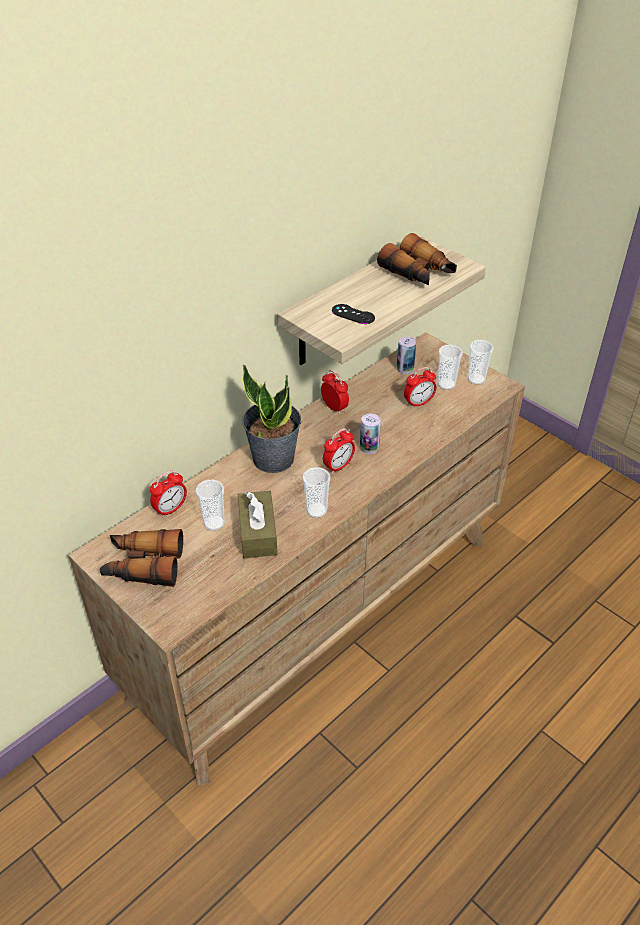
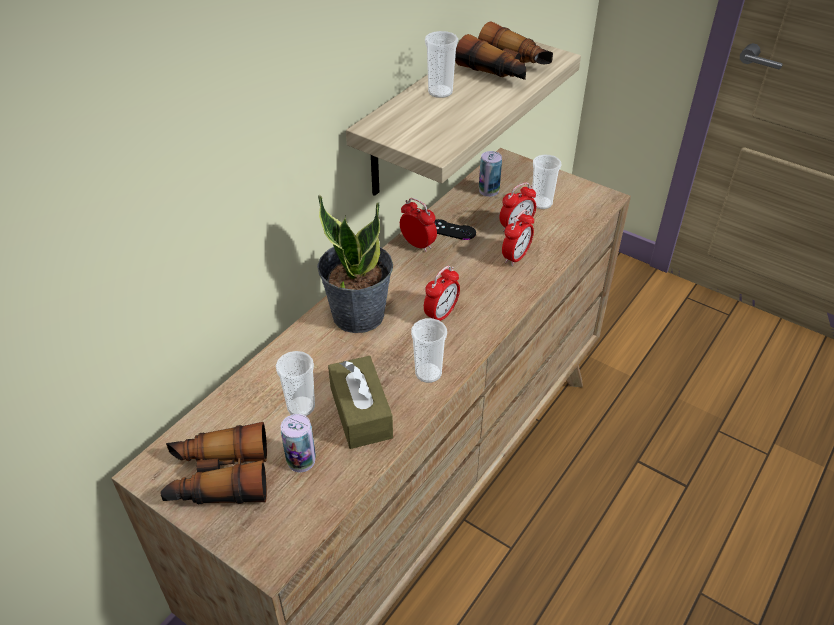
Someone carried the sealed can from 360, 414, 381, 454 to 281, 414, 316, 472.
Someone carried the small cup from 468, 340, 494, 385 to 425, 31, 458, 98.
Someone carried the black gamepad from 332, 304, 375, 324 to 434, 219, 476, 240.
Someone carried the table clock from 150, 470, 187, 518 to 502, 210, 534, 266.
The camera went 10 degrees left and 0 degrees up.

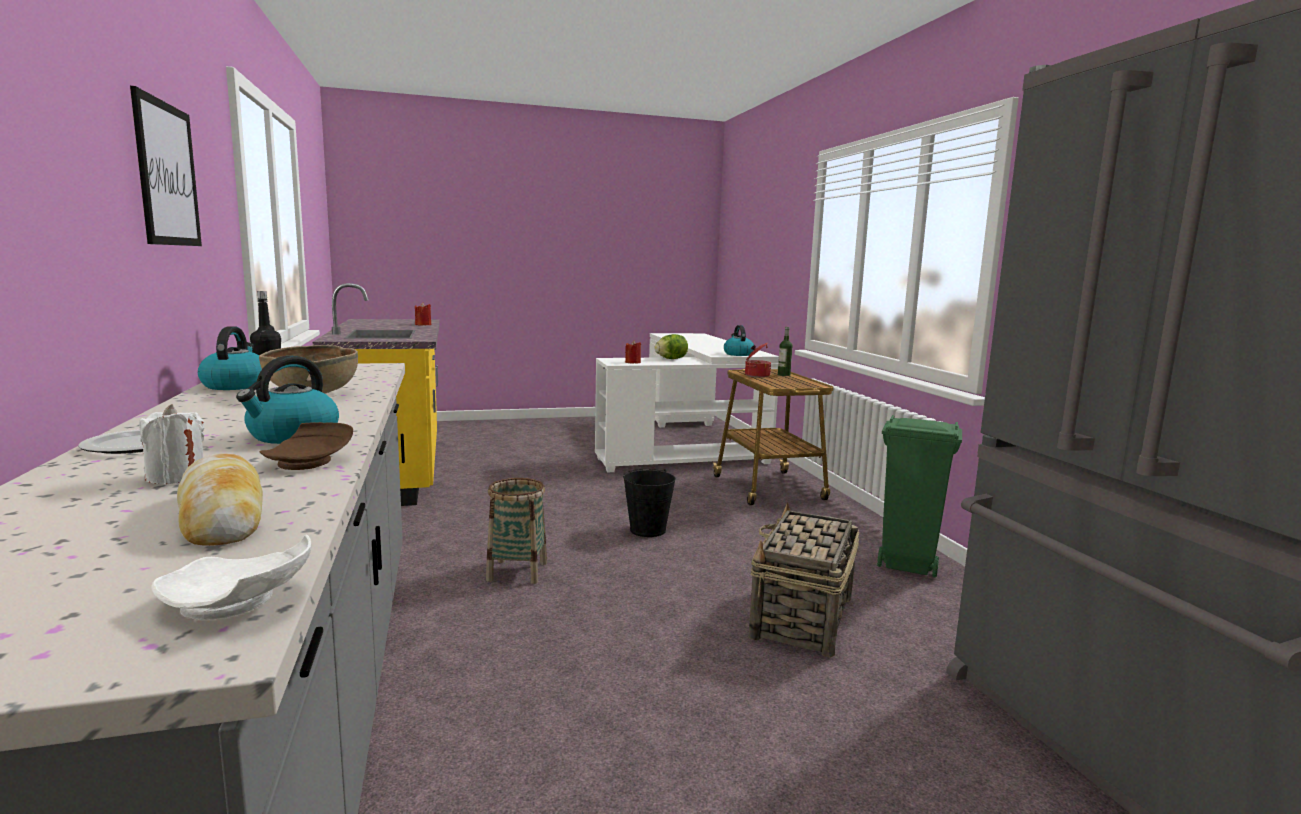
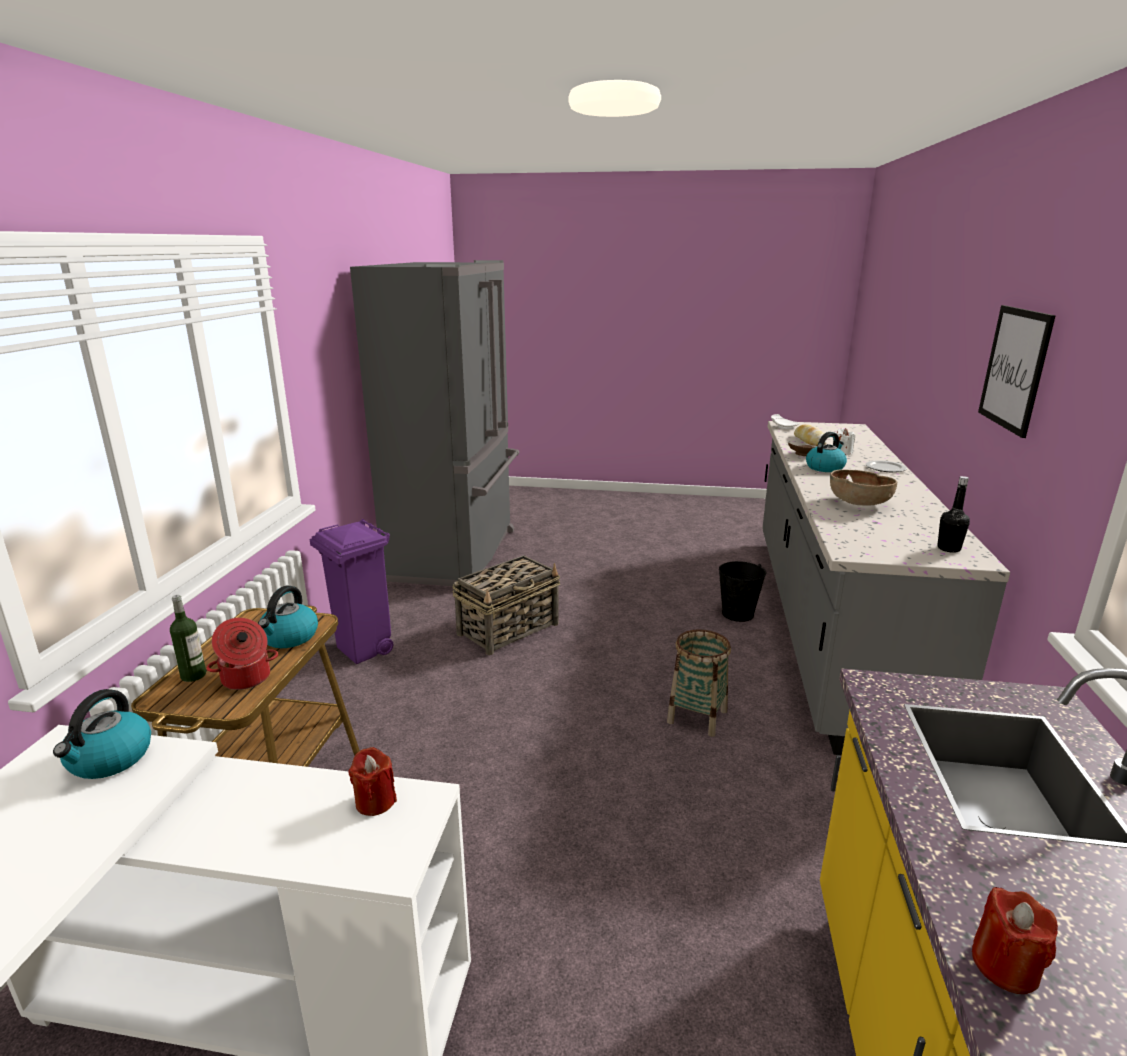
Someone carried the tea kettle from 198, 326, 262, 390 to 258, 586, 318, 648.
Someone repainted the greenish rubbish bin at 877, 415, 962, 578, which became the purple-coloured rubbish bin at 309, 519, 393, 664.
Someone carried the black water bucket from 623, 469, 676, 537 to 719, 561, 766, 622.
Someone took away the lettuce at 654, 334, 688, 359.
The camera went 155 degrees left and 10 degrees up.

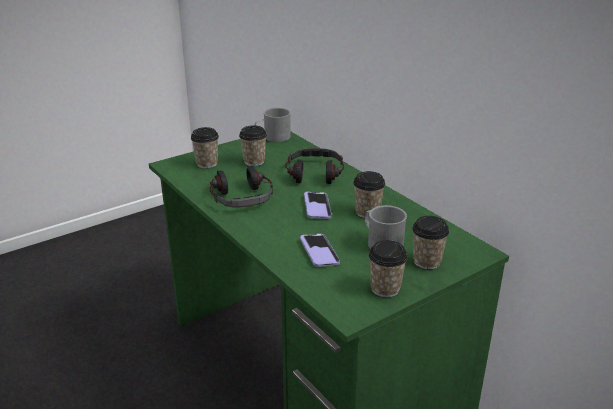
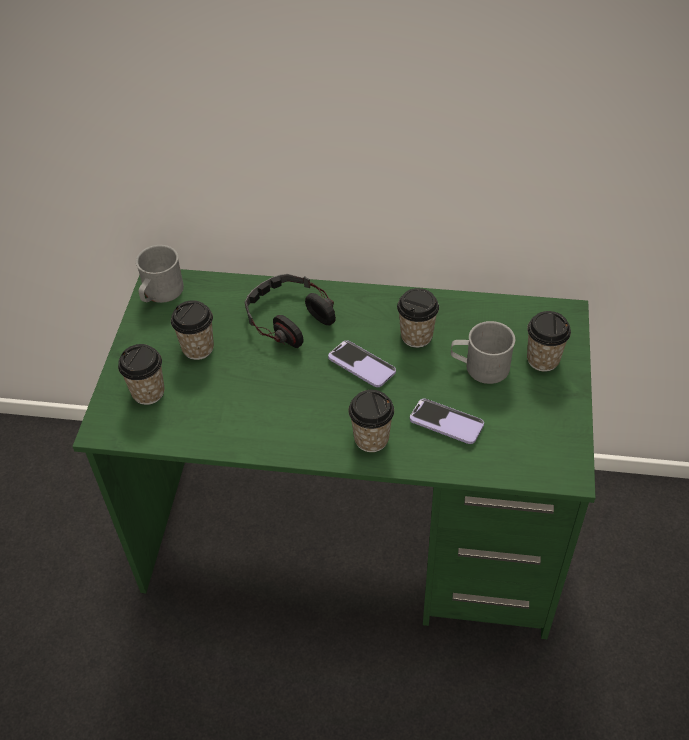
Someone carried the small cup from 369, 240, 408, 297 to 348, 390, 394, 452.
Someone took away the headset at 210, 166, 273, 208.
The camera went 45 degrees left and 20 degrees up.

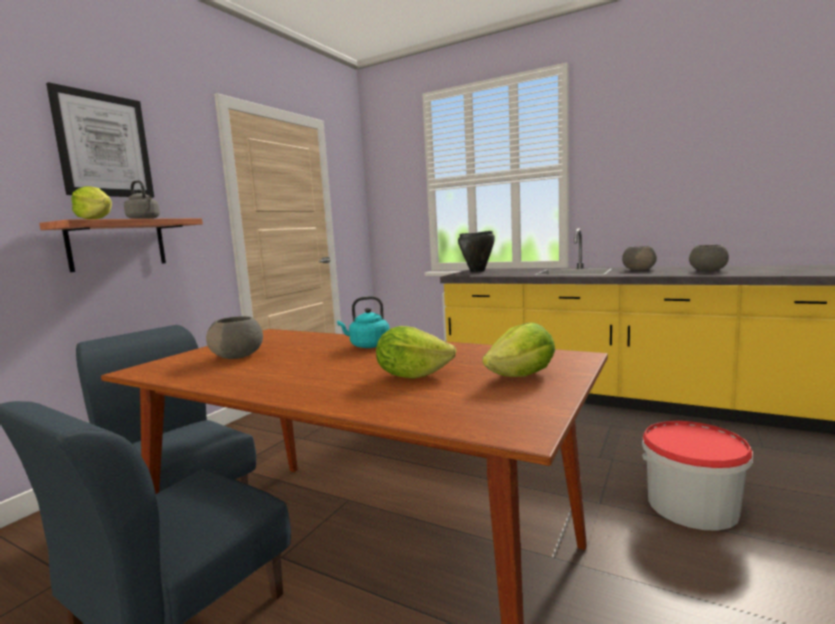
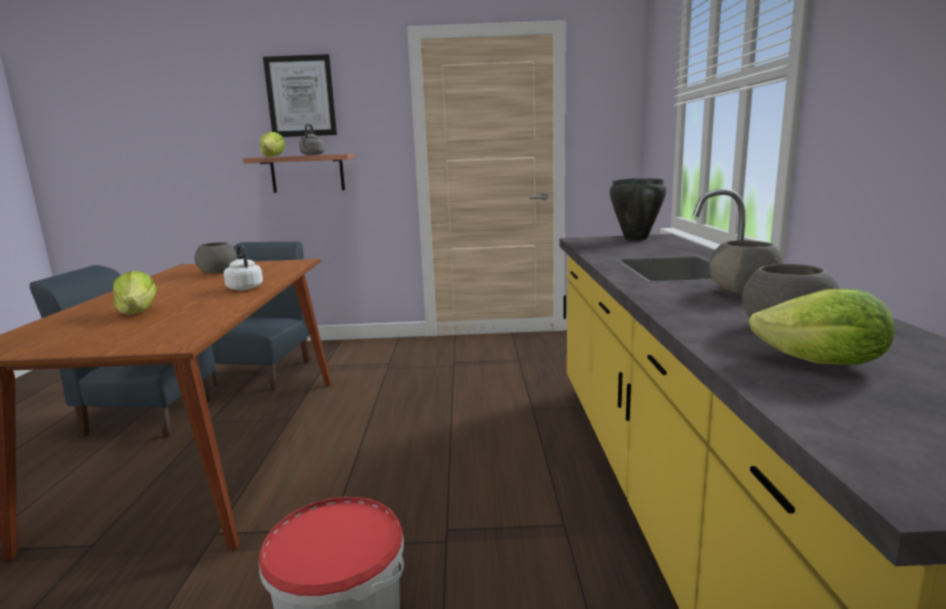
Someone repainted the turquoise-coloured tea kettle at 337, 296, 389, 348, which became the white tea kettle at 224, 244, 263, 290.
Someone carried the lettuce from 482, 323, 555, 377 to 749, 289, 895, 365.
The camera went 60 degrees right and 5 degrees up.

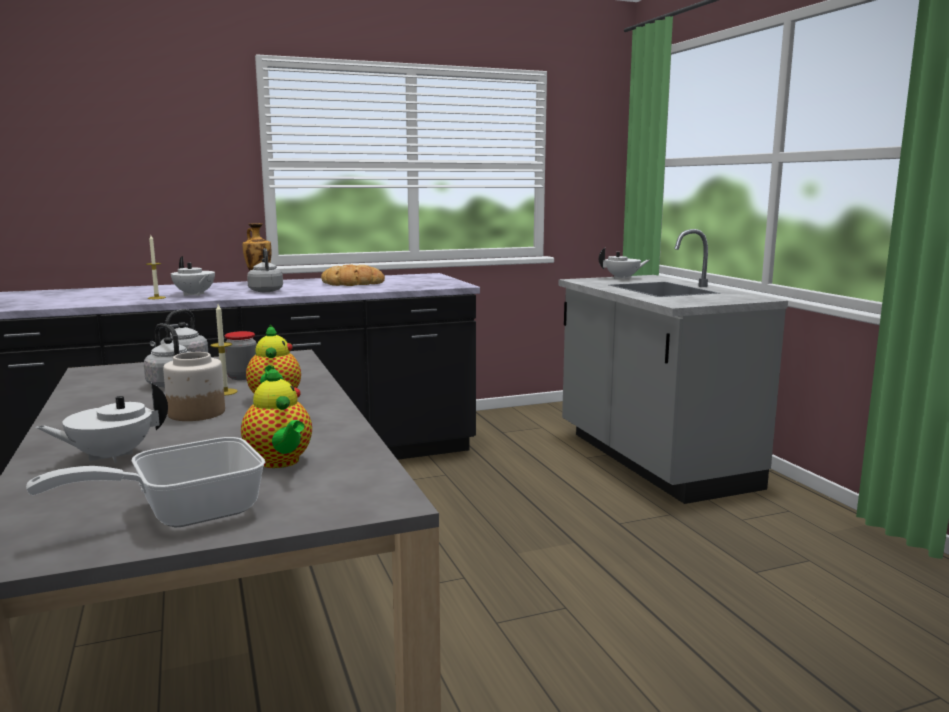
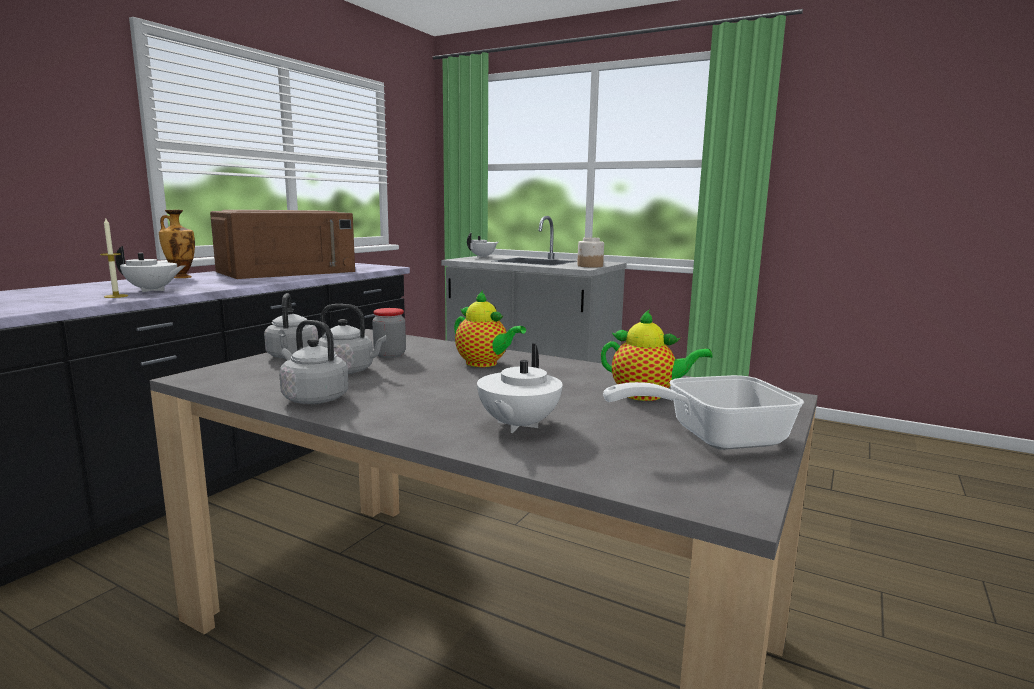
Someone swapped the baked bread at 321, 265, 385, 286 for the brown-coloured microwave at 210, 210, 355, 279.
Someone carried the greyish tea kettle from 247, 248, 283, 292 to 279, 320, 348, 404.
Someone carried the jar from 163, 352, 225, 421 to 577, 237, 604, 267.
Someone rotated the skillet at 26, 437, 265, 528 by 60 degrees clockwise.
Someone took away the candle at 210, 304, 238, 396.
The camera went 40 degrees left and 0 degrees up.

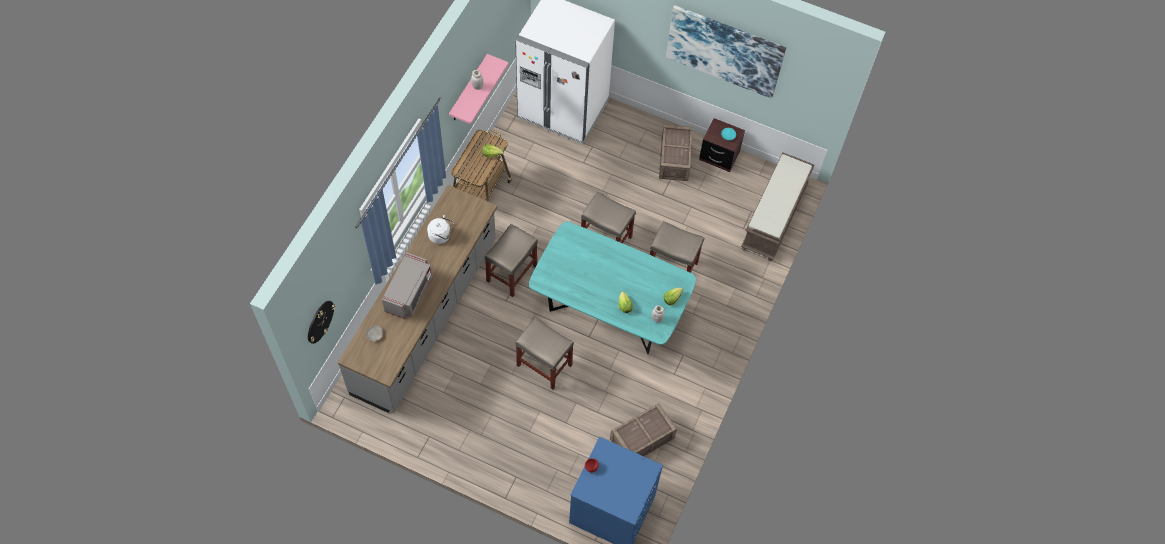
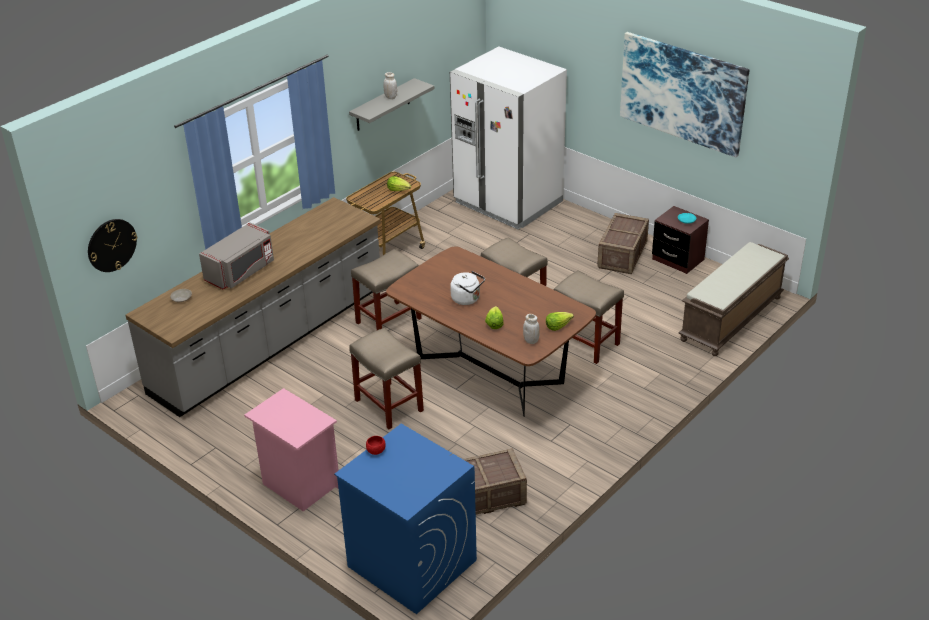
Someone put down the pinkish nightstand at 244, 388, 339, 511.
Someone repainted the pinkish shelf at 449, 54, 509, 124, which became the greyish shelf at 349, 78, 434, 131.
Someone repainted the turquoise-coloured dinner table at 529, 222, 696, 354, which became the brown-coloured dinner table at 386, 246, 596, 417.
Someone carried the white tea kettle from 427, 215, 454, 244 to 450, 271, 485, 305.
The camera went 20 degrees right and 25 degrees down.

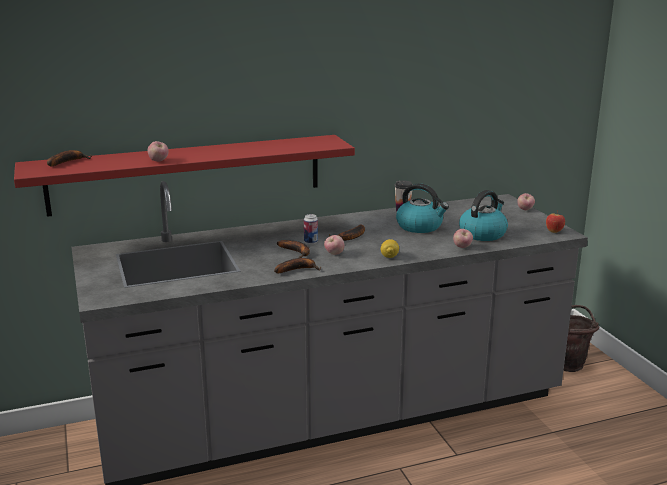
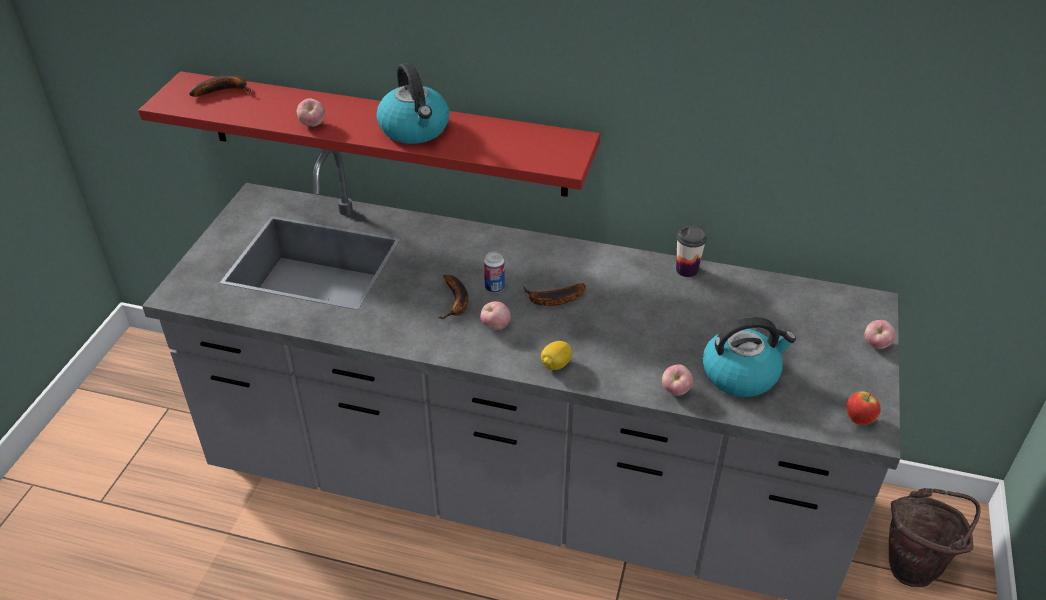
Someone carried the tea kettle from 396, 183, 449, 233 to 376, 63, 449, 144.
Someone took away the banana at 274, 258, 321, 274.
The camera went 35 degrees right and 20 degrees up.

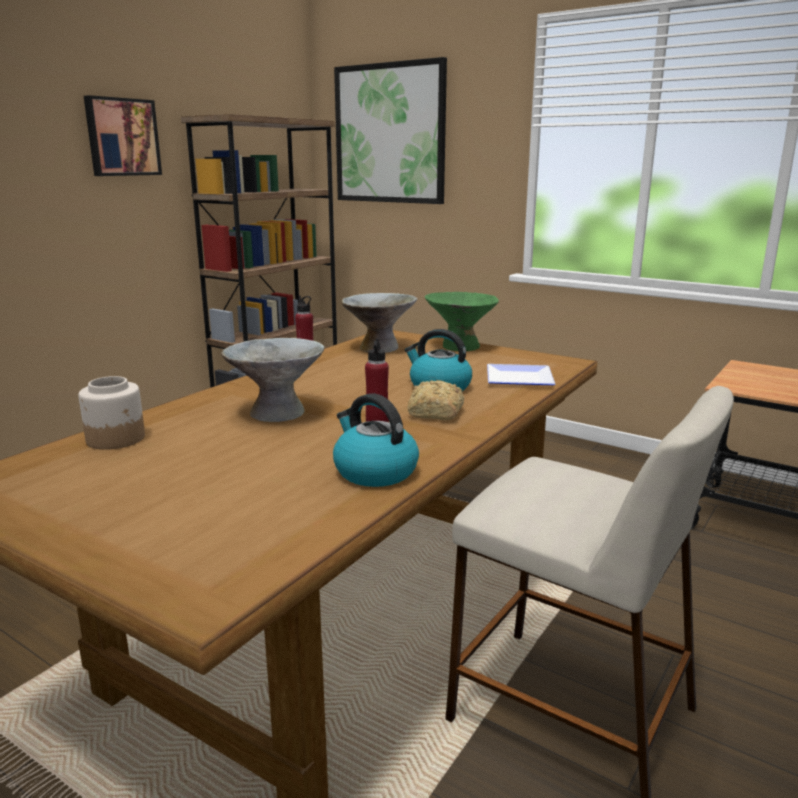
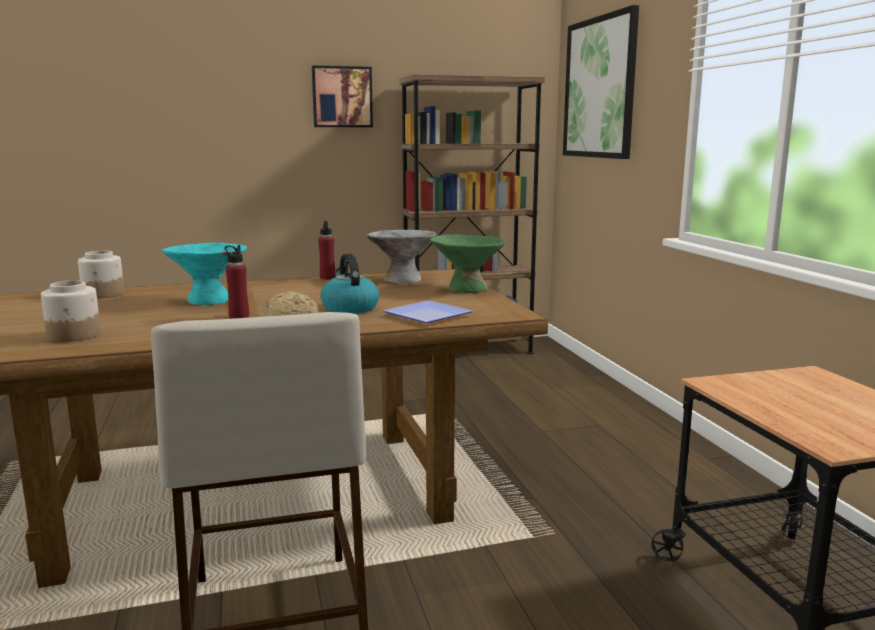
Someone put down the jar at 41, 280, 101, 342.
Someone repainted the greyish deep dish at 221, 338, 324, 422, which became the turquoise-coloured deep dish at 162, 243, 247, 305.
Someone took away the tea kettle at 333, 394, 419, 487.
The camera went 40 degrees right and 5 degrees down.

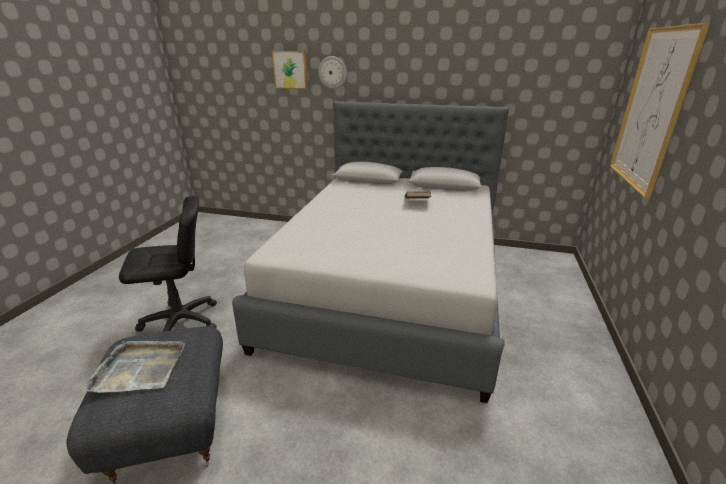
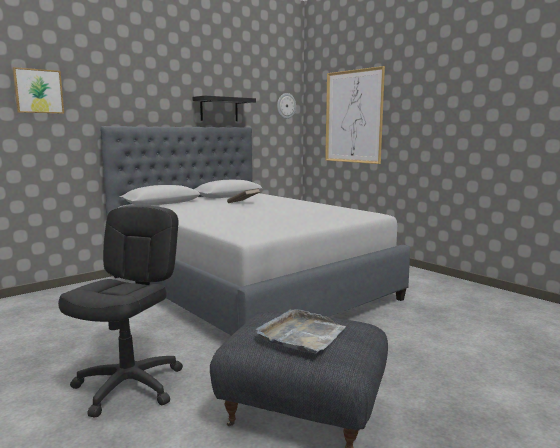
Someone put up the black shelf at 193, 95, 256, 121.
Someone carried the clock on the wall from 318, 56, 347, 89 to 277, 93, 296, 119.
The camera went 55 degrees left and 15 degrees down.

